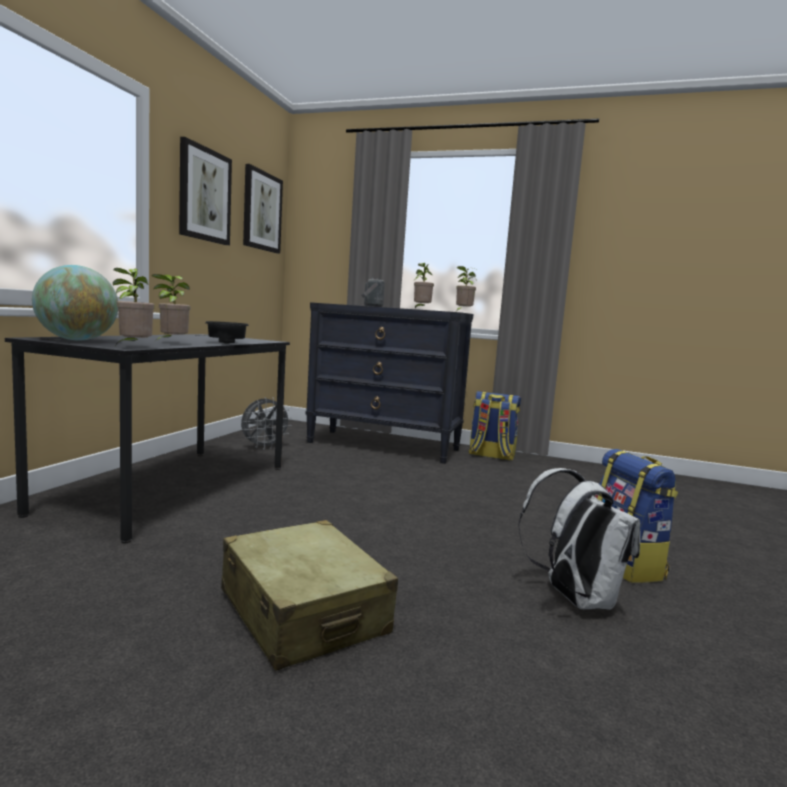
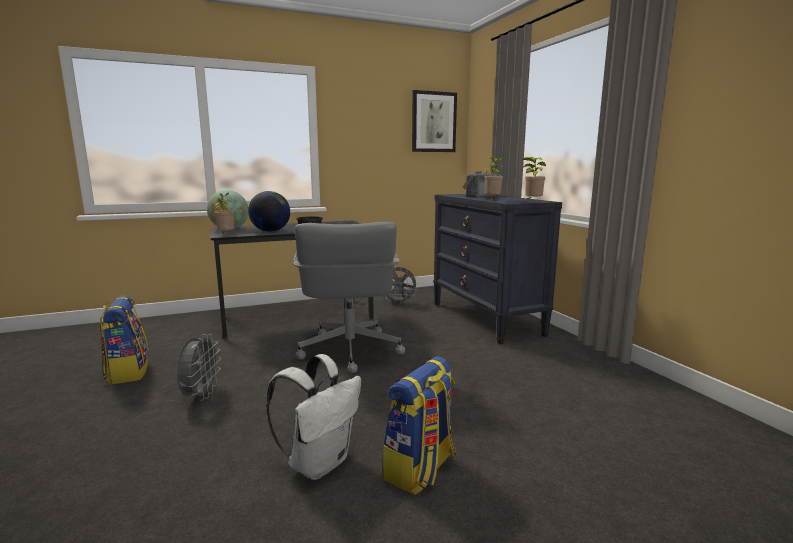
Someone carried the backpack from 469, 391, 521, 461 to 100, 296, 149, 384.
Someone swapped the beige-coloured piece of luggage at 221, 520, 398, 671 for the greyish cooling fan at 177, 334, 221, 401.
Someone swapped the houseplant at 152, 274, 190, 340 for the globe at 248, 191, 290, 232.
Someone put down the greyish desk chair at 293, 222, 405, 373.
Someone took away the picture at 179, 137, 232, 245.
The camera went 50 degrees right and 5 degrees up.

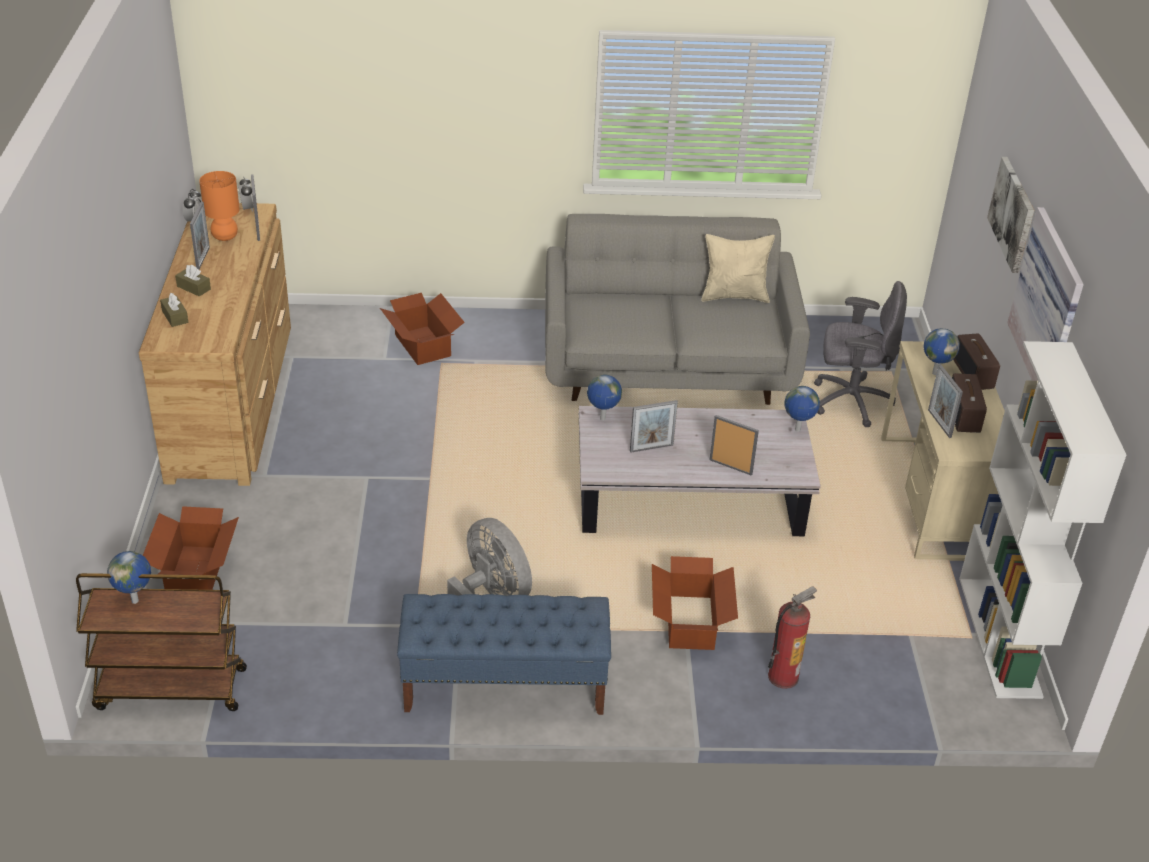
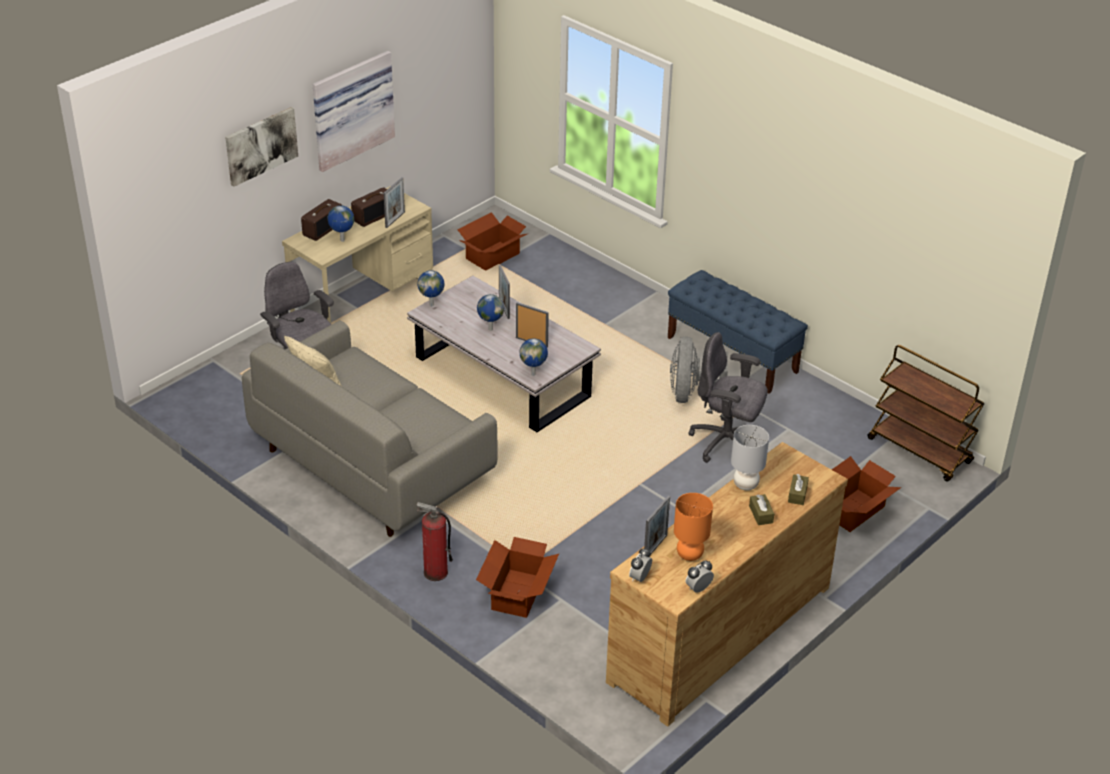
Someone carried the fire-fighting cylinder from 768, 586, 817, 689 to 417, 502, 453, 581.
Someone carried the carton from 652, 556, 738, 650 to 457, 212, 527, 271.
Someone carried the globe from 107, 551, 151, 604 to 477, 294, 504, 331.
Someone put down the greyish desk chair at 688, 332, 768, 463.
Someone put down the greyish table lamp at 731, 425, 769, 490.
Someone took away the picture frame at 190, 202, 210, 270.
Someone took away the white bookcase at 959, 341, 1126, 699.
The camera went 135 degrees left and 0 degrees up.

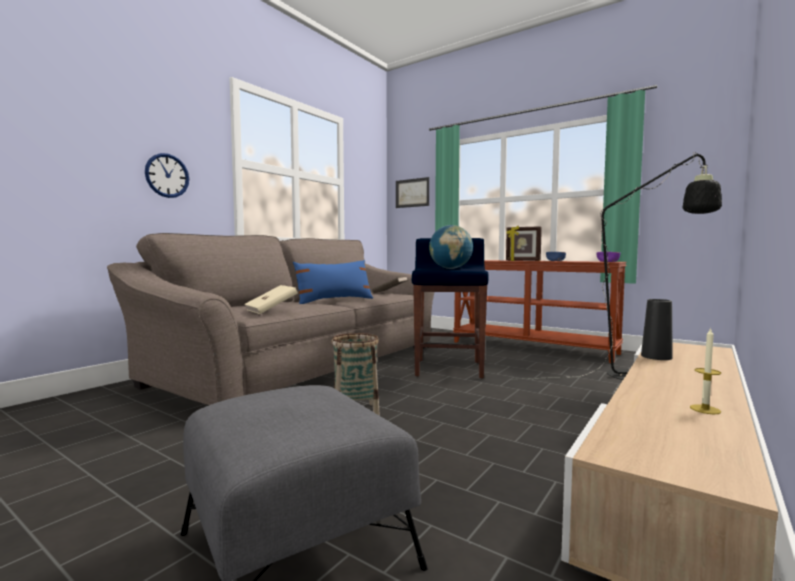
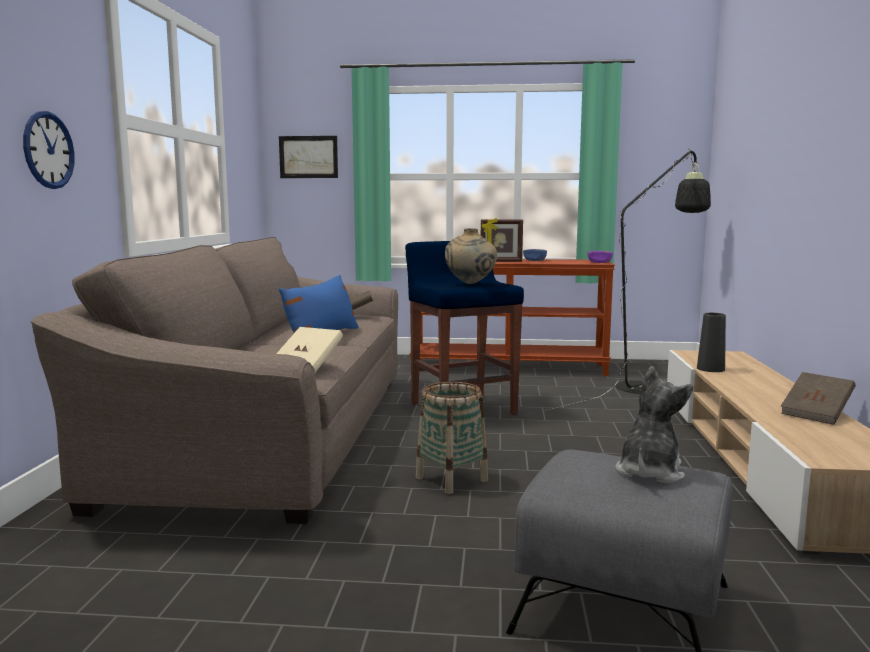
Someone swapped the globe at 429, 225, 473, 269 for the beige-coloured decorative vase at 445, 228, 497, 284.
Someone put down the soft toy at 616, 366, 693, 484.
Someone swapped the candle at 690, 327, 721, 414 for the brown-coloured bound book at 781, 372, 856, 425.
The camera went 30 degrees left and 5 degrees up.

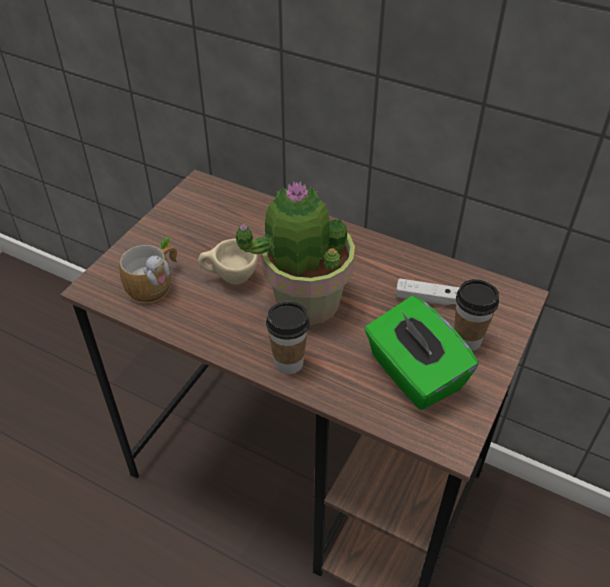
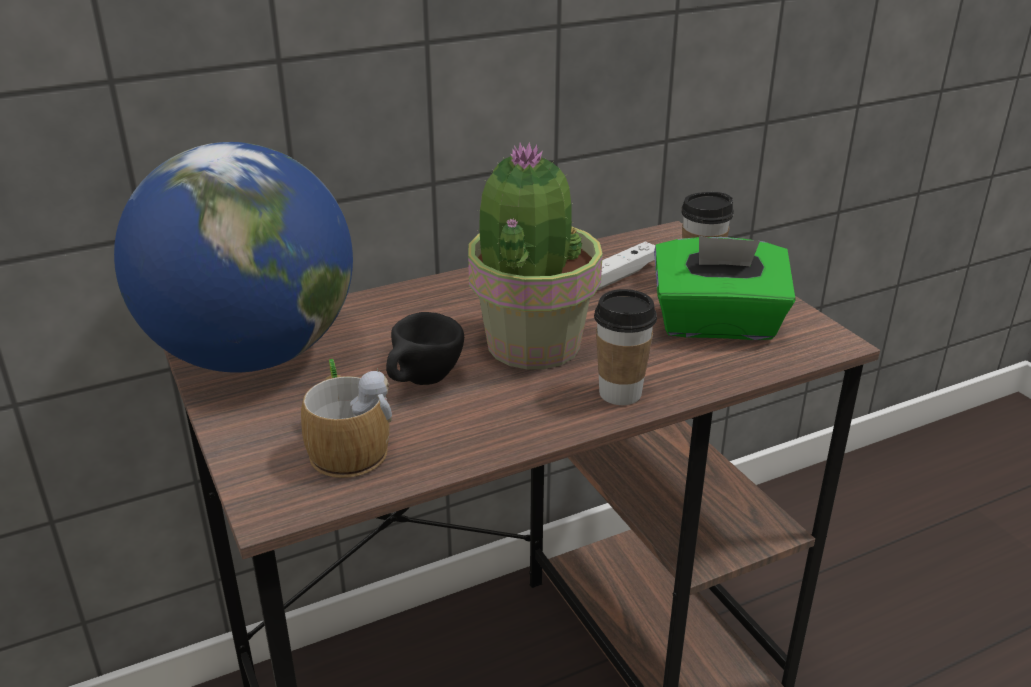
Someone put down the globe at 114, 142, 353, 372.
Someone repainted the beige-coloured small cup at 198, 239, 258, 284, which became the black small cup at 386, 312, 464, 385.
The camera went 55 degrees left and 15 degrees down.

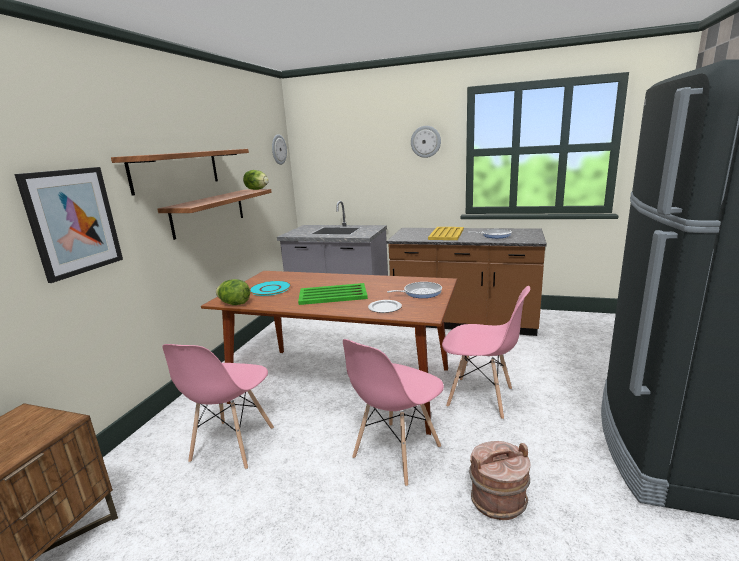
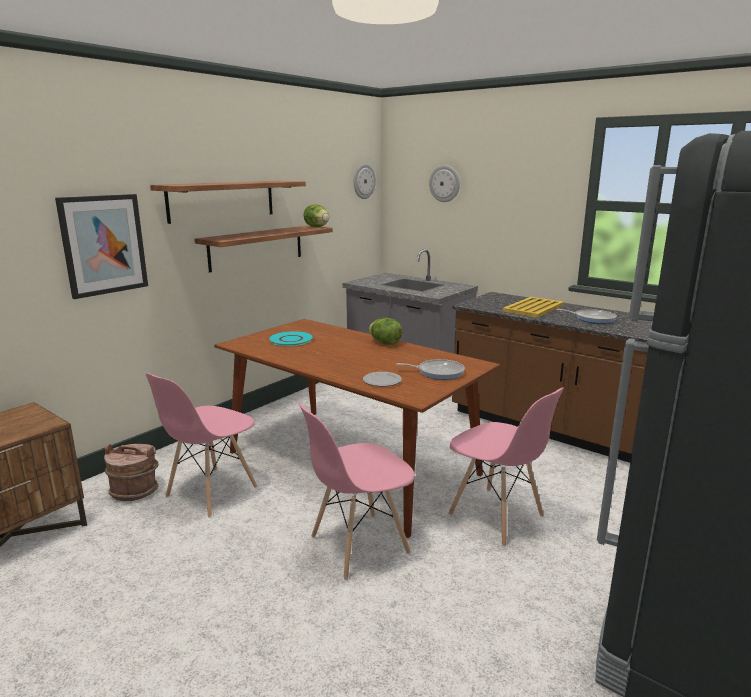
Someone carried the brown-coloured water bucket from 469, 441, 530, 520 to 104, 444, 159, 501.
Someone carried the lettuce from 216, 279, 250, 305 to 369, 318, 402, 345.
Someone carried the clock on the wall from 411, 126, 441, 158 to 429, 165, 460, 202.
Someone took away the greenish carrying tray at 298, 283, 368, 305.
The camera went 20 degrees right and 0 degrees up.

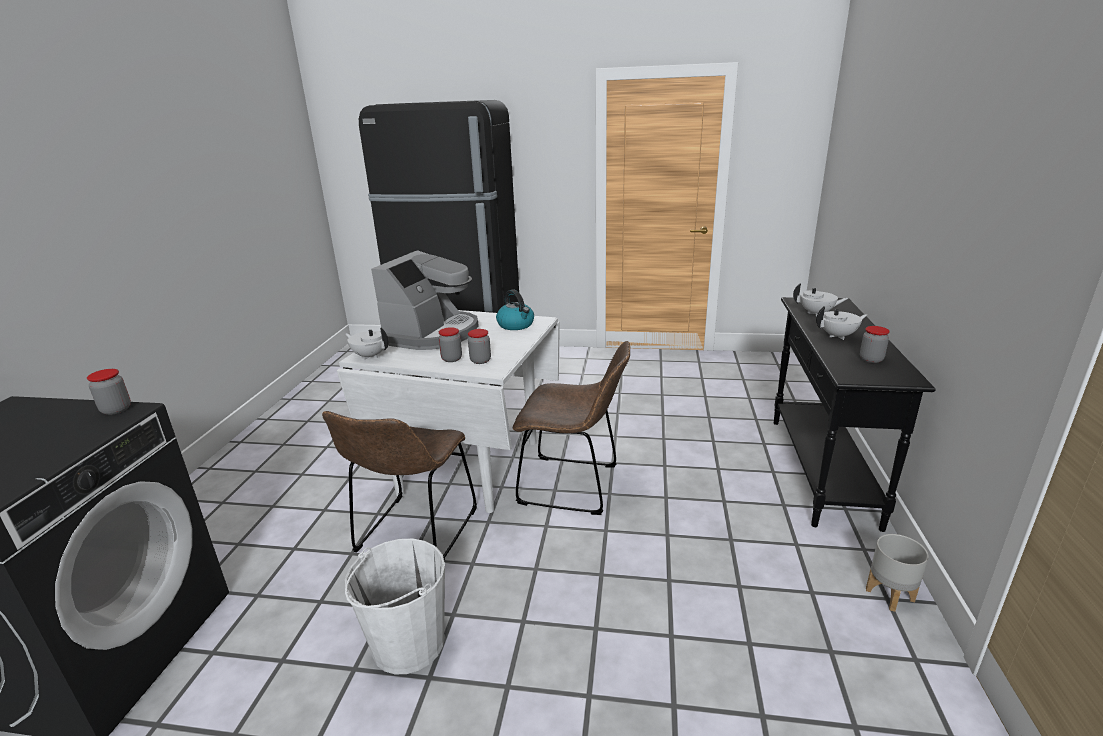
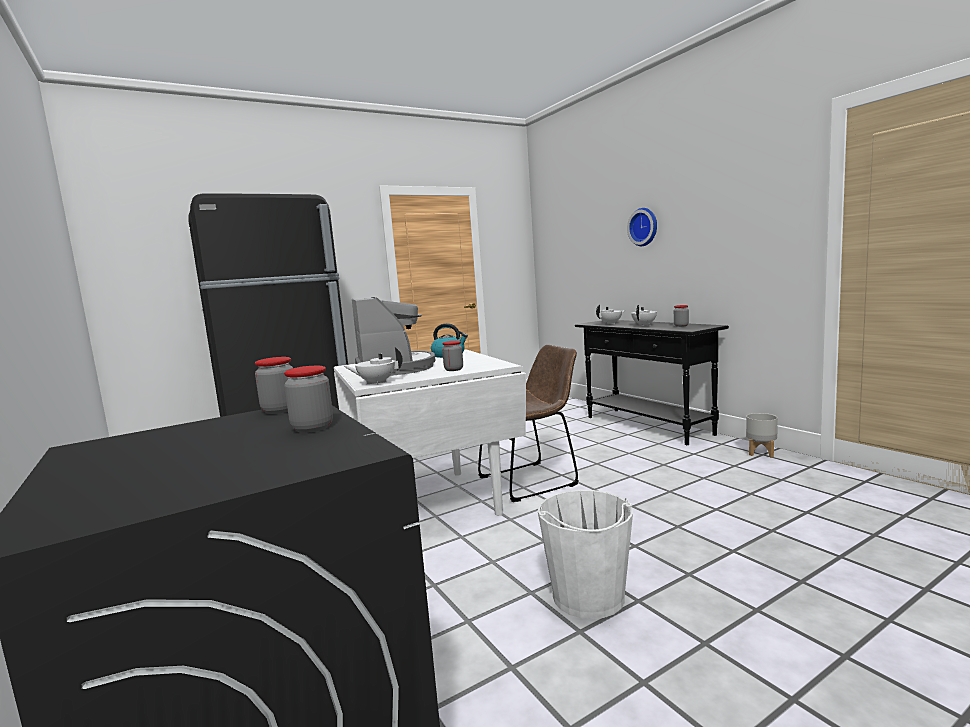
Someone carried the jar from 468, 329, 491, 364 to 284, 366, 333, 433.
Someone put up the clock on the wall at 627, 208, 657, 246.
Someone took away the brown-coloured chair at 322, 411, 477, 562.
The camera went 40 degrees left and 15 degrees down.

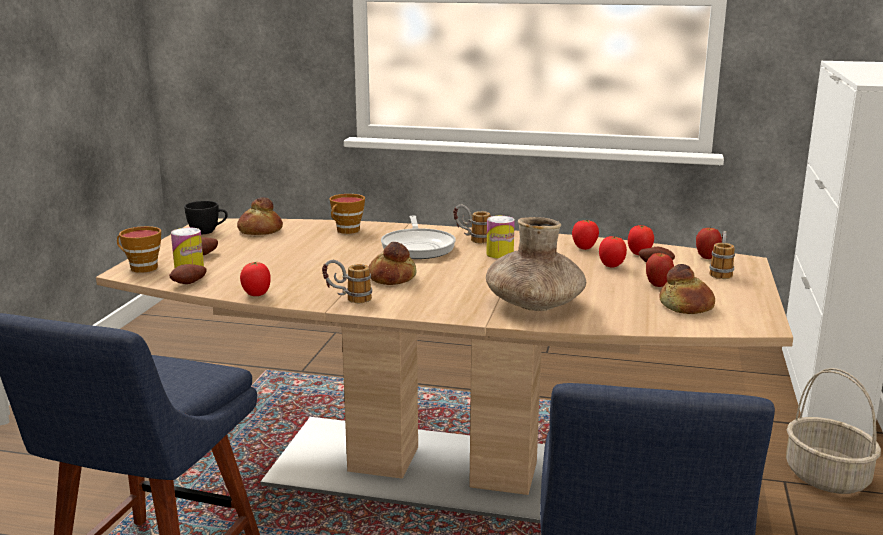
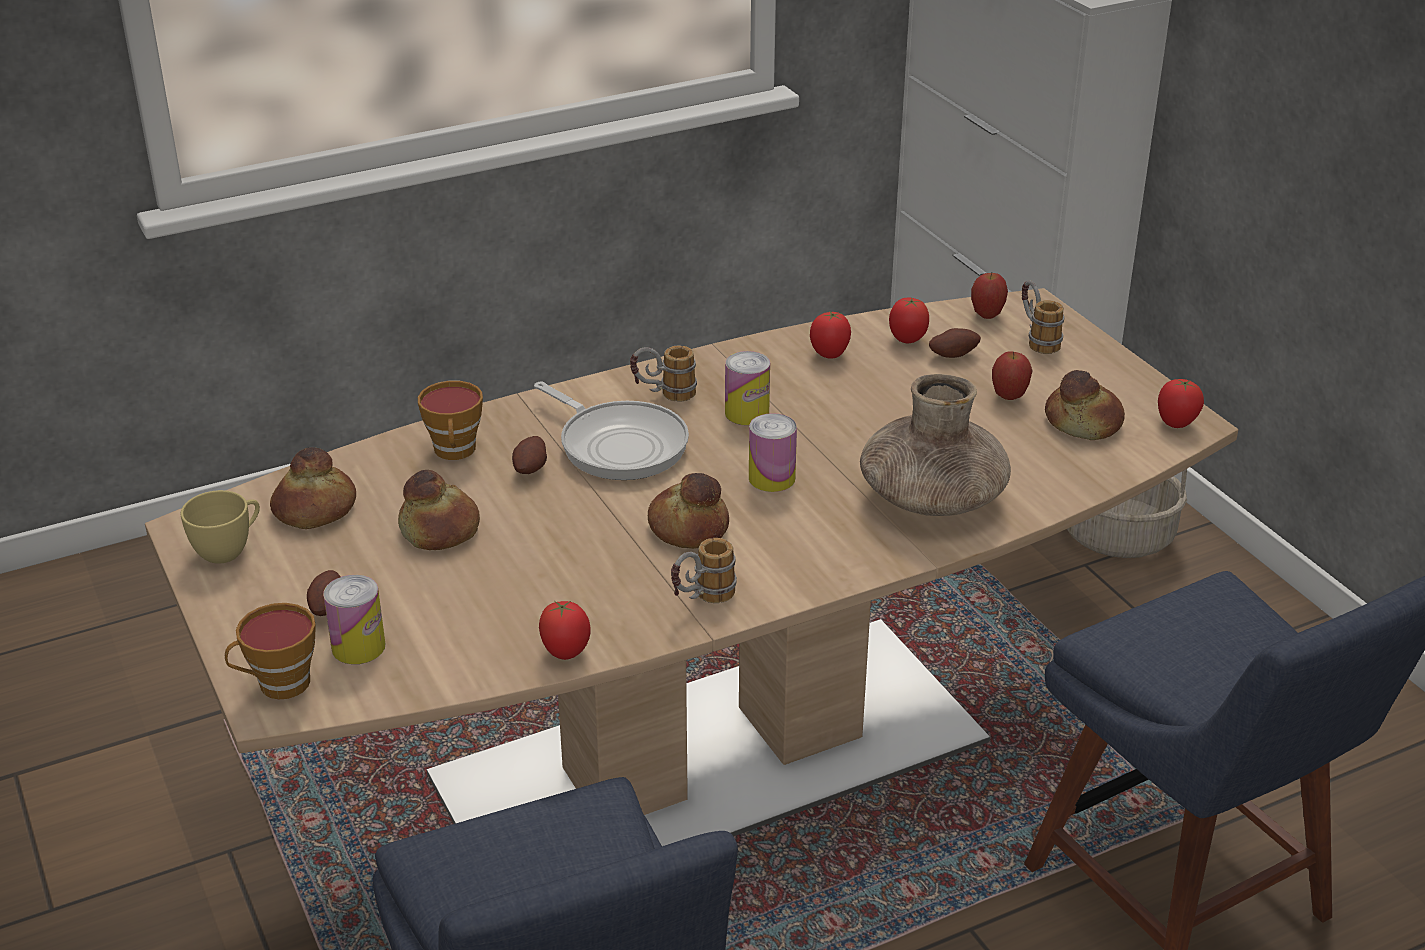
Someone repainted the black small cup at 184, 201, 228, 234, which became the yellowish small cup at 180, 490, 260, 564.
Someone put down the baked bread at 398, 470, 480, 550.
Someone carried the potato from 169, 264, 207, 284 to 512, 436, 547, 474.
Someone put down the sealed can at 749, 413, 797, 492.
Someone carried the tomato from 599, 236, 627, 268 to 1158, 379, 1204, 428.
The camera went 40 degrees left and 15 degrees up.

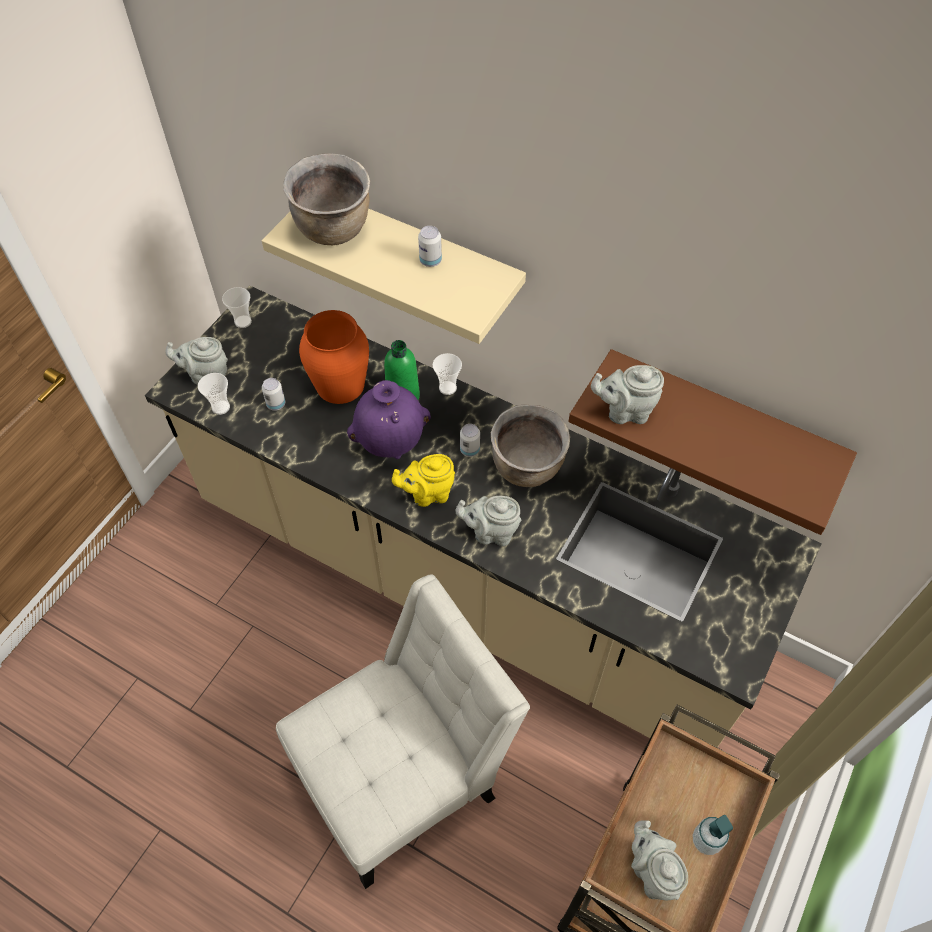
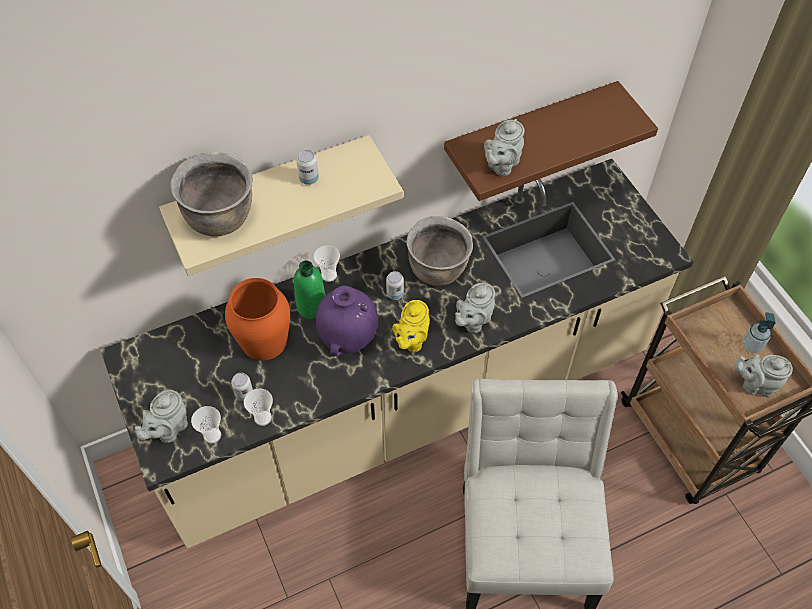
Someone carried the small cup from 222, 287, 252, 328 to 244, 388, 273, 426.
The camera went 55 degrees left and 0 degrees up.

